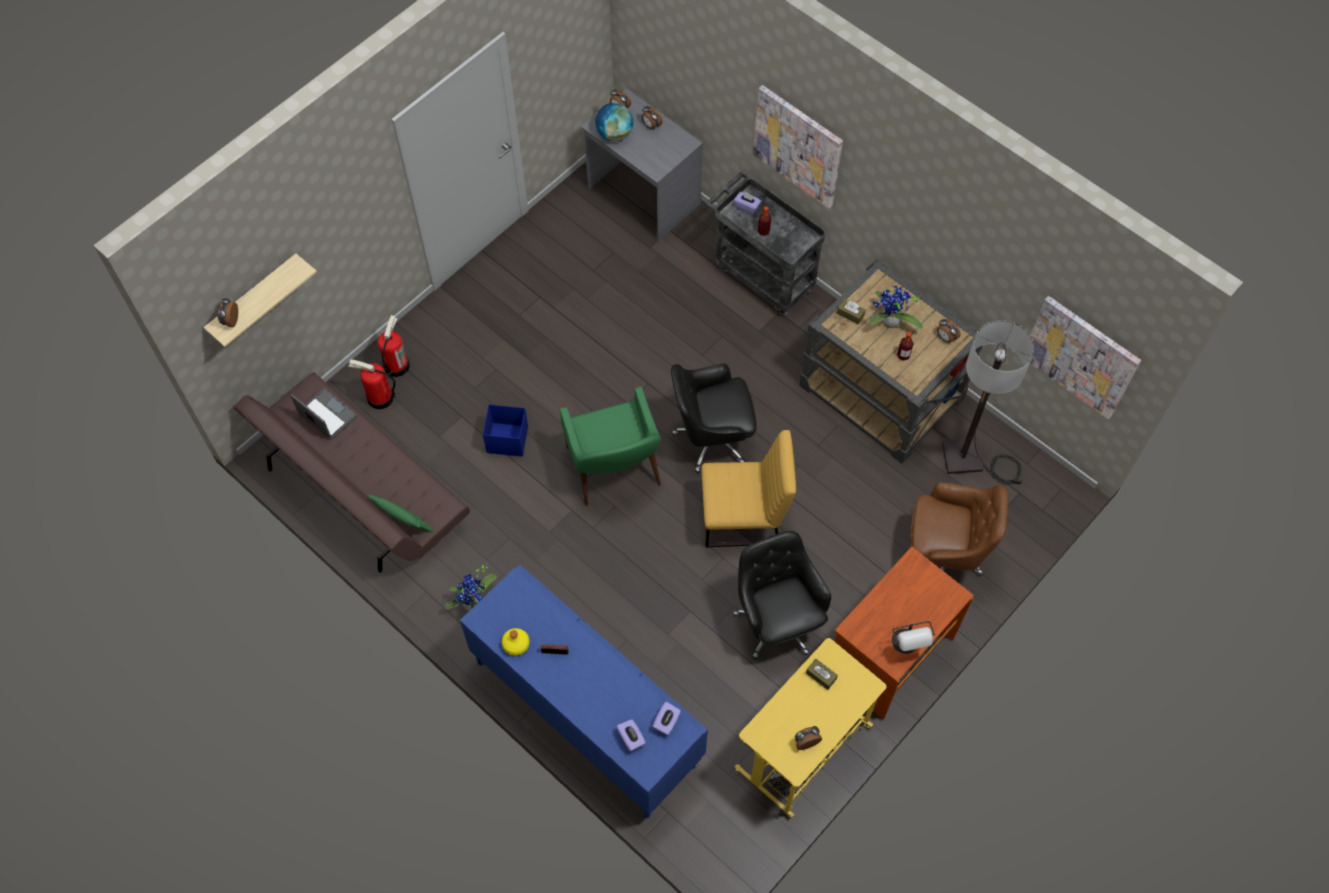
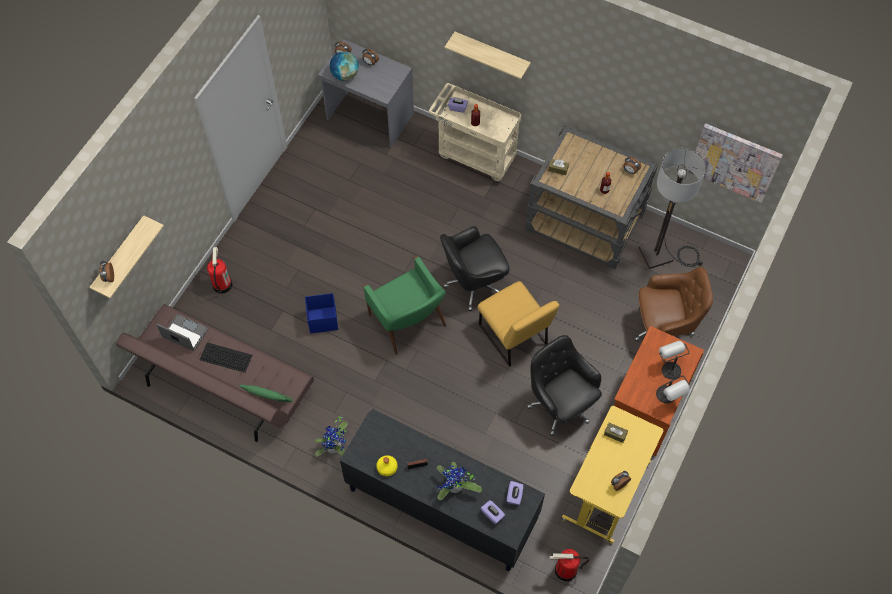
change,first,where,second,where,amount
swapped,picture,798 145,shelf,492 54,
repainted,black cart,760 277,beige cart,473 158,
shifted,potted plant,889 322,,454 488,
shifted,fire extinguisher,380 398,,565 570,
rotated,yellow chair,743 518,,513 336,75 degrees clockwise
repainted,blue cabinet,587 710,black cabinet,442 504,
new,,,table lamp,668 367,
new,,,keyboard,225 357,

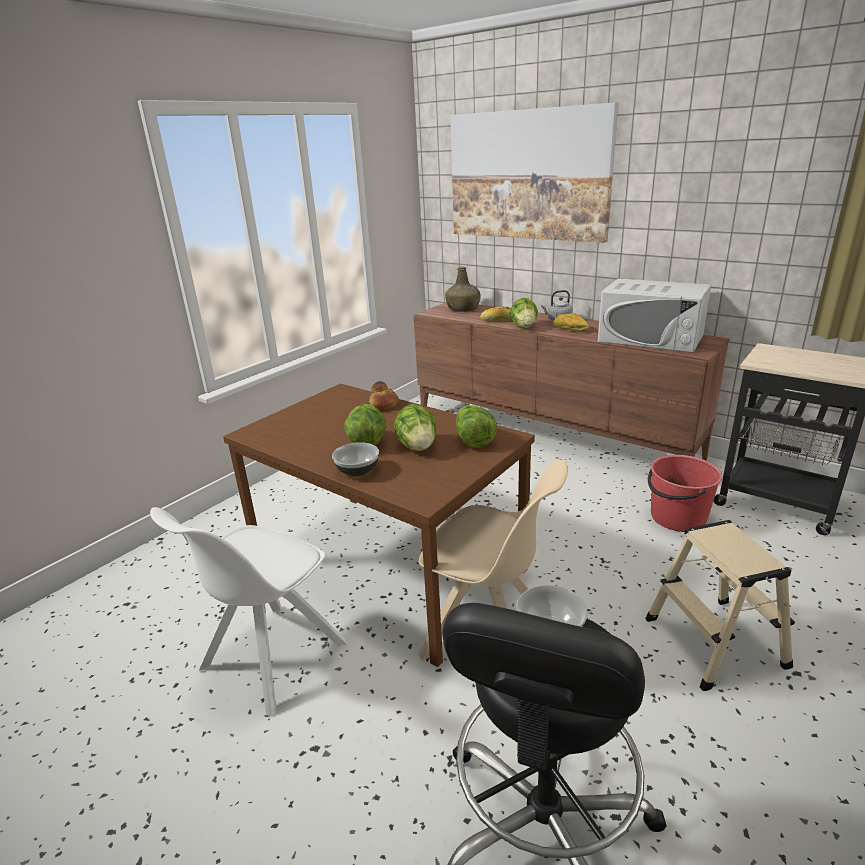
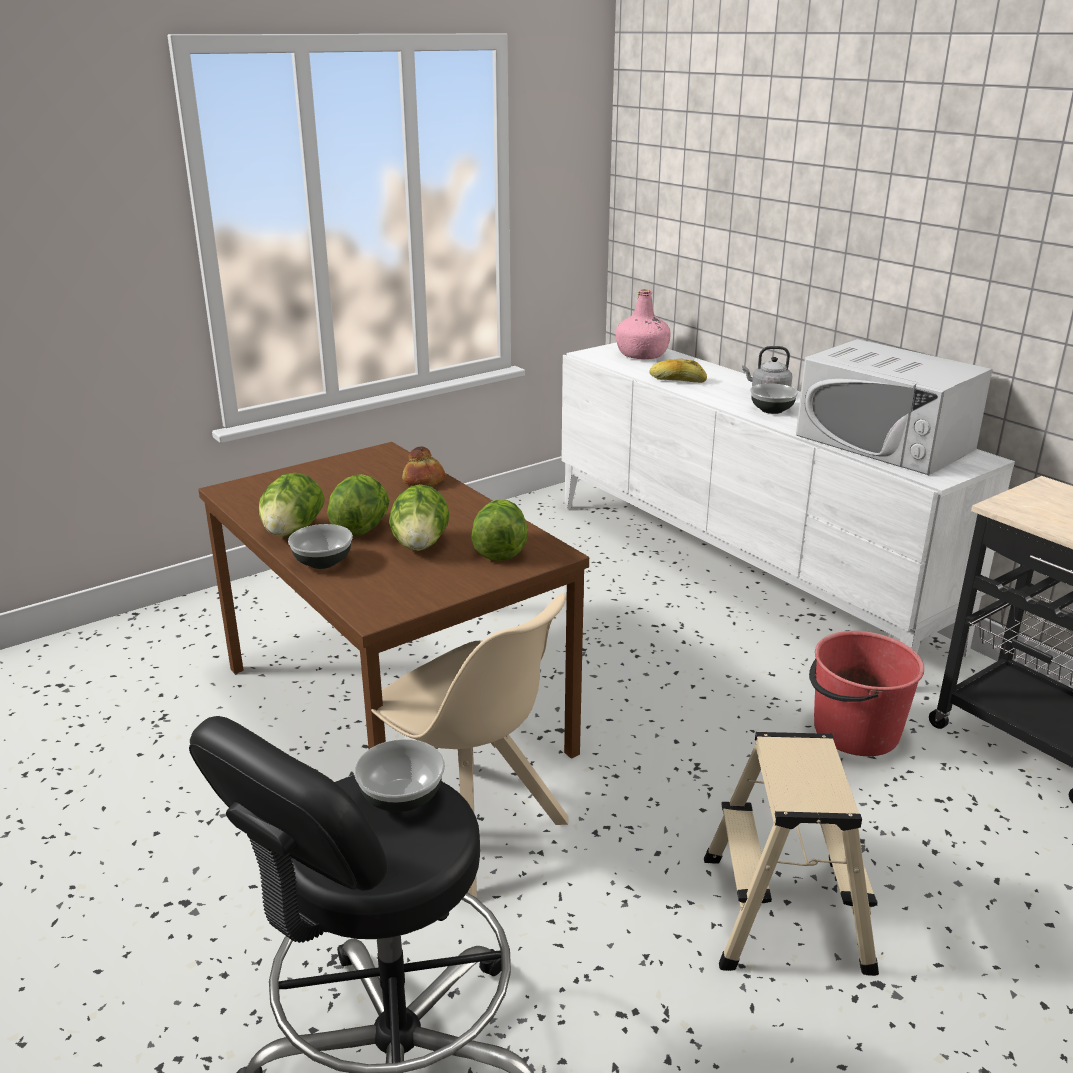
change,first,where,second,where,amount
gone,picture,528 175,,,
repainted,green bottle,463 309,pink bottle,642 355,
shifted,lettuce,524 327,,292 531,
repainted,brown cabinet,551 435,white cabinet,742 572,
swapped,bread,570 329,bowl,772 410,
gone,white chair,271 657,,,

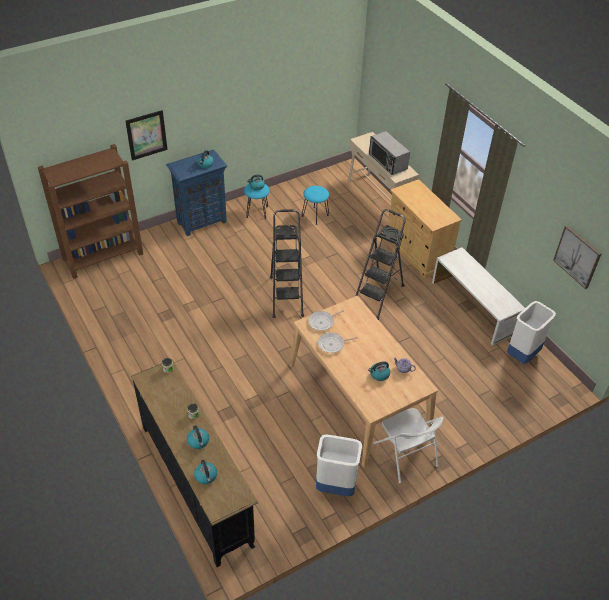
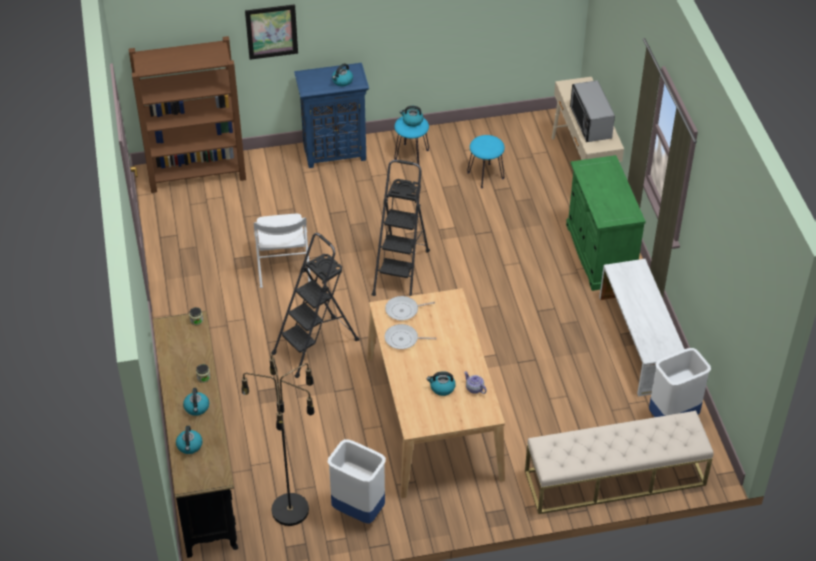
change,first,where,second,where,amount
repainted,beige cabinet,417 252,green cabinet,599 254,
shifted,step ladder,378 295,,316 345,
gone,picture,577 256,,,
shifted,white chair,405 454,,283 265,
new,,,floor lamp,291 510,
new,,,beige bench,614 478,

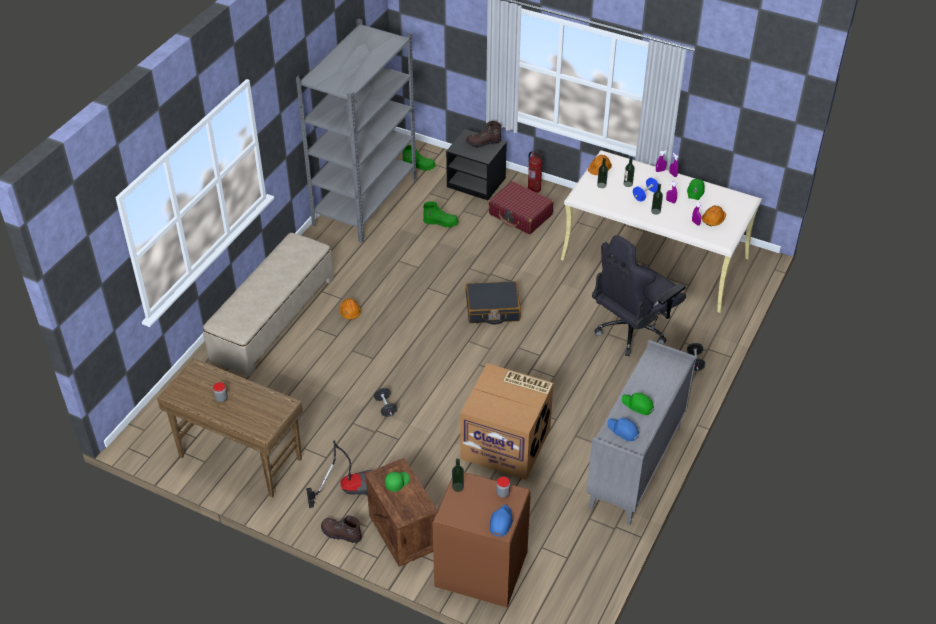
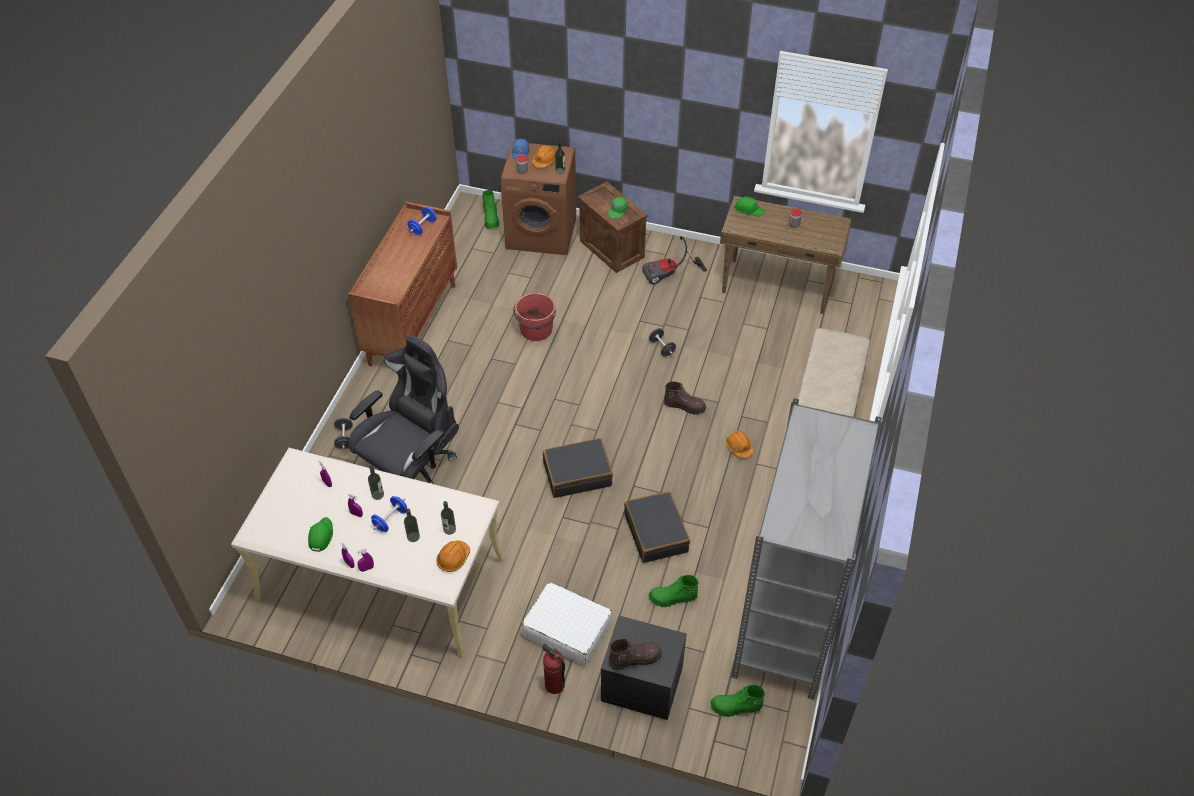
change,first,where,second,where,amount
repainted,red suitcase,520 215,white suitcase,567 629,
shifted,orange hard hat,713 219,,544 161,
repainted,grey cabinet,635 467,brown cabinet,413 324,
swapped,cardboard box,507 443,red bucket,536 330,
shifted,green cap,637 405,,749 209,
swapped,blue cap,623 431,blue dumbbell,422 227,
shifted,brown boot,341 534,,684 406,
new,,,green boot,491 219,
new,,,black suitcase,656 533,

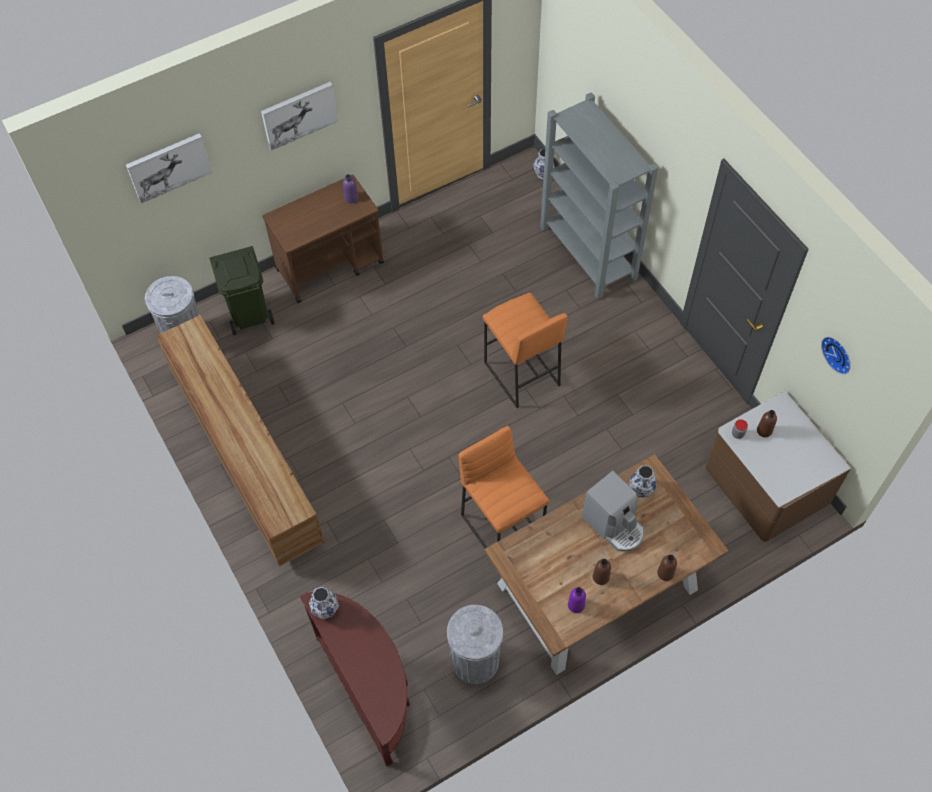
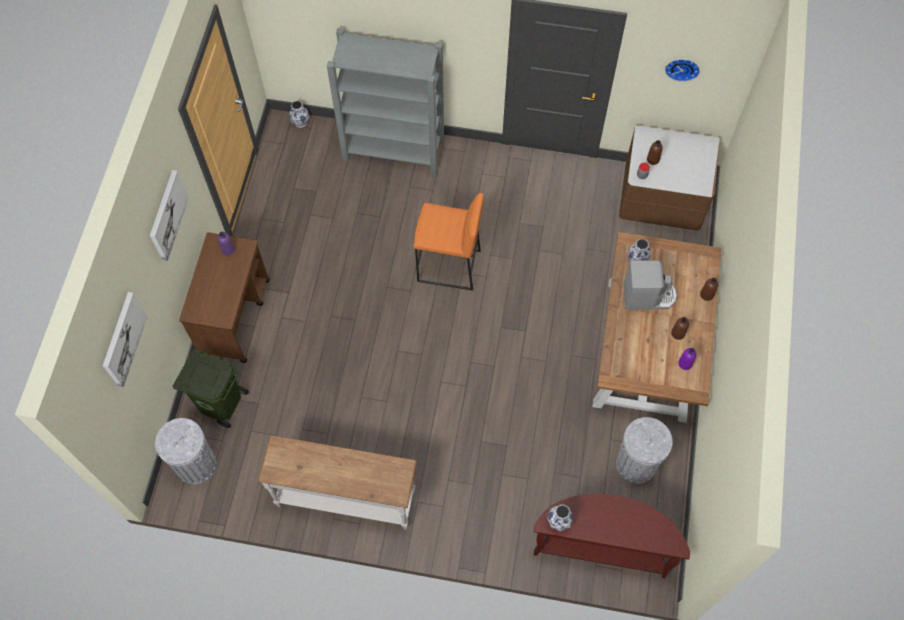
change,first,where,second,where,amount
swapped,brown cabinet,246 460,white console table,346 498,
gone,orange stool,502 526,,,

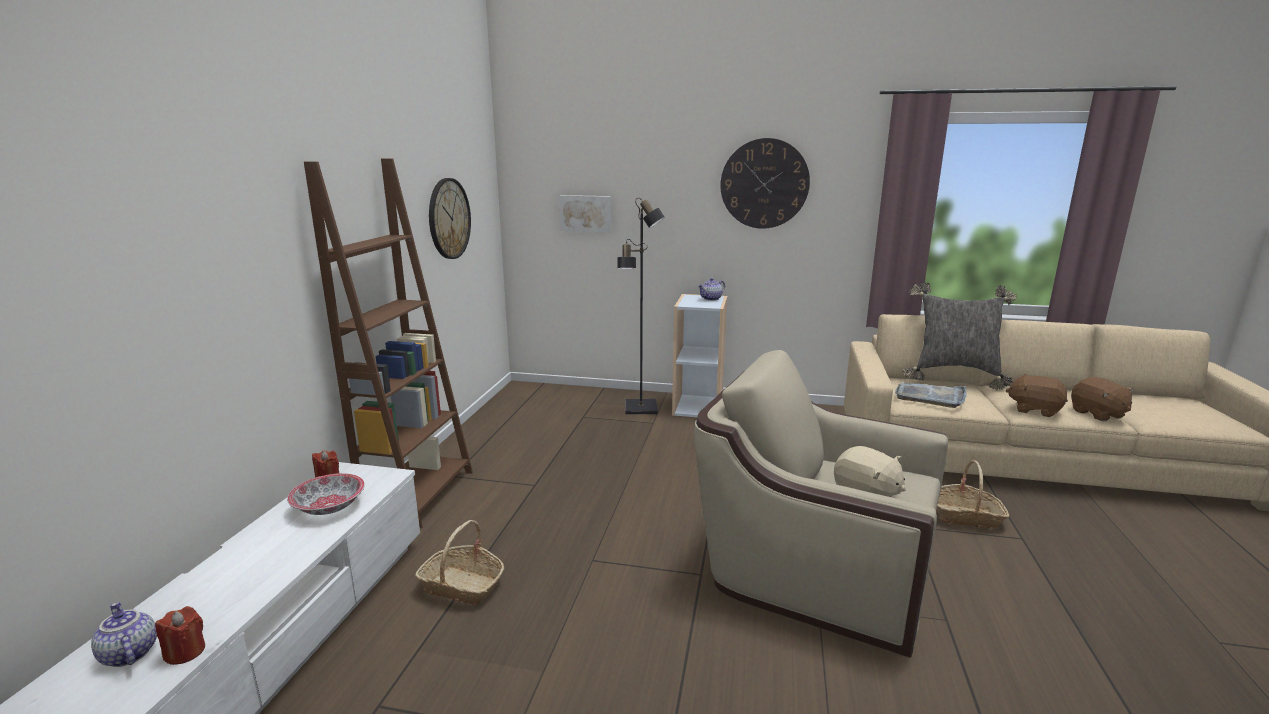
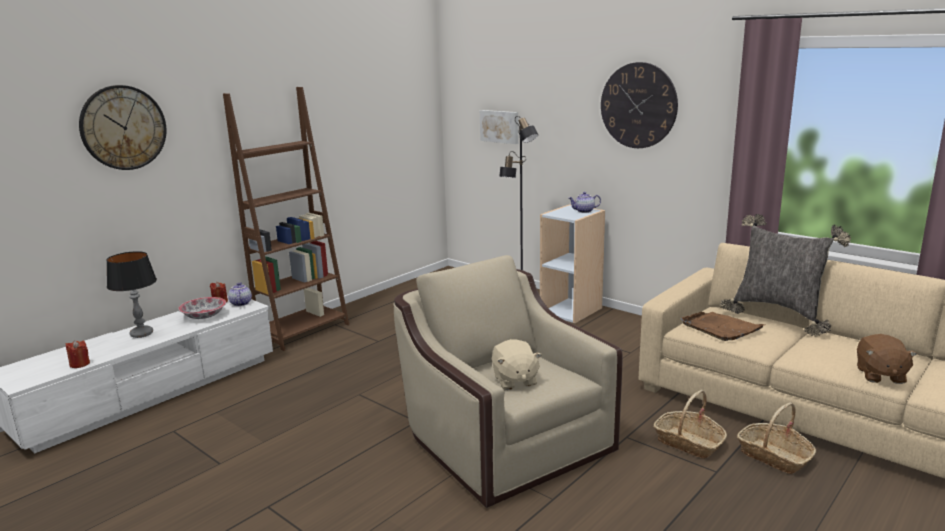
change,first,where,second,where,amount
shifted,wall clock,449 219,,123 127,
gone,brown plush toy,1034 410,,,
repainted,grey tray,930 396,brown tray,721 328,
shifted,basket,462 585,,774 456,
shifted,teapot,128 654,,240 303,
new,,,table lamp,141 334,

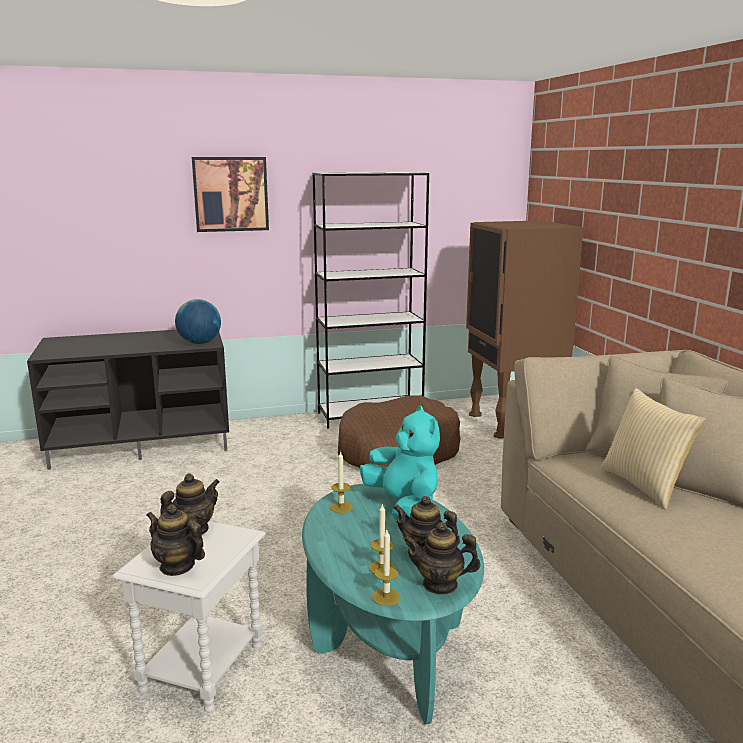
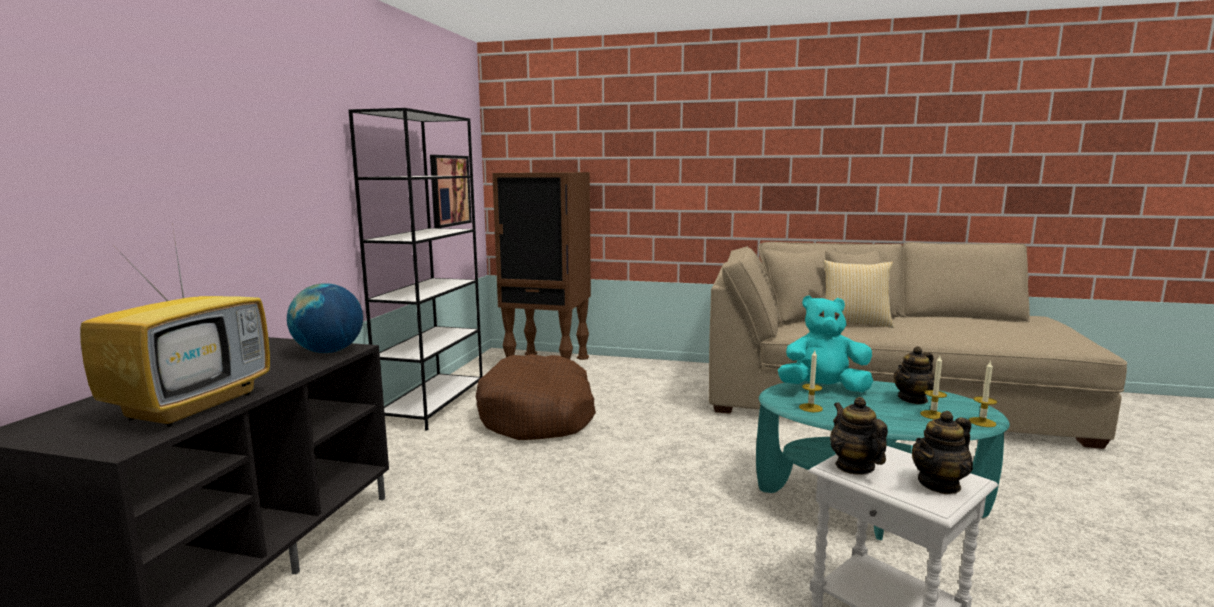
change,first,where,second,where,amount
shifted,picture,231 194,,449 190,
gone,teapot,440 584,,,
new,,,television,193 405,

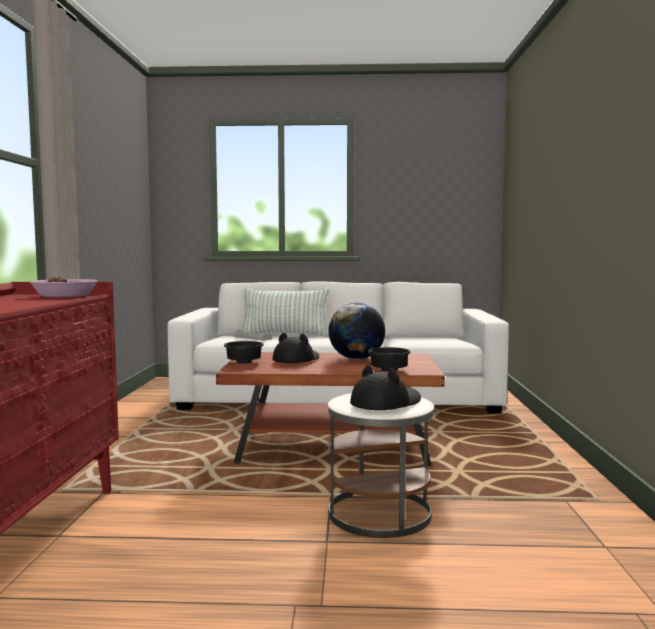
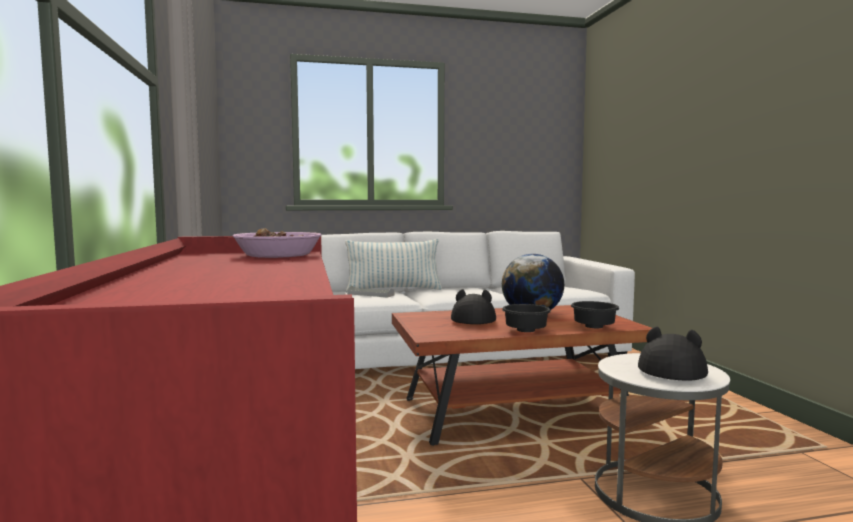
change,first,where,second,where,amount
shifted,black bowl,242 363,,524 331,

